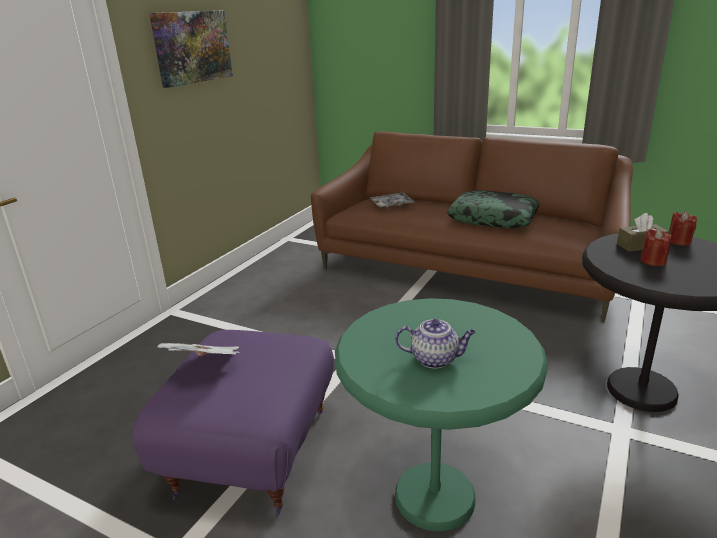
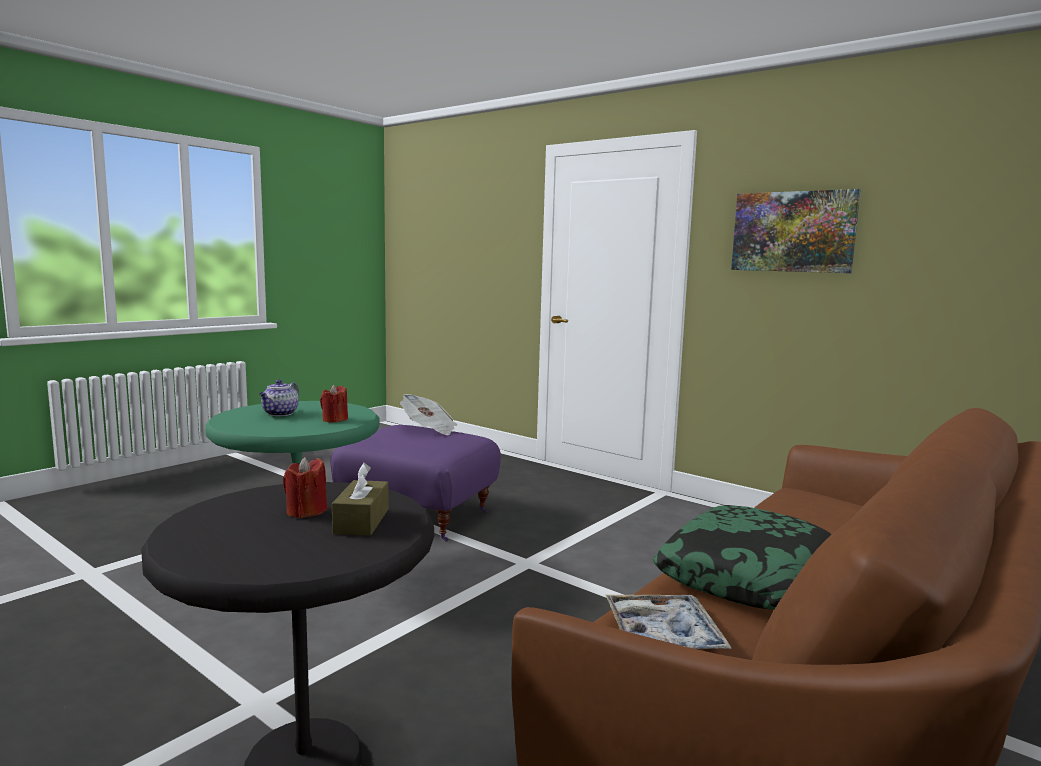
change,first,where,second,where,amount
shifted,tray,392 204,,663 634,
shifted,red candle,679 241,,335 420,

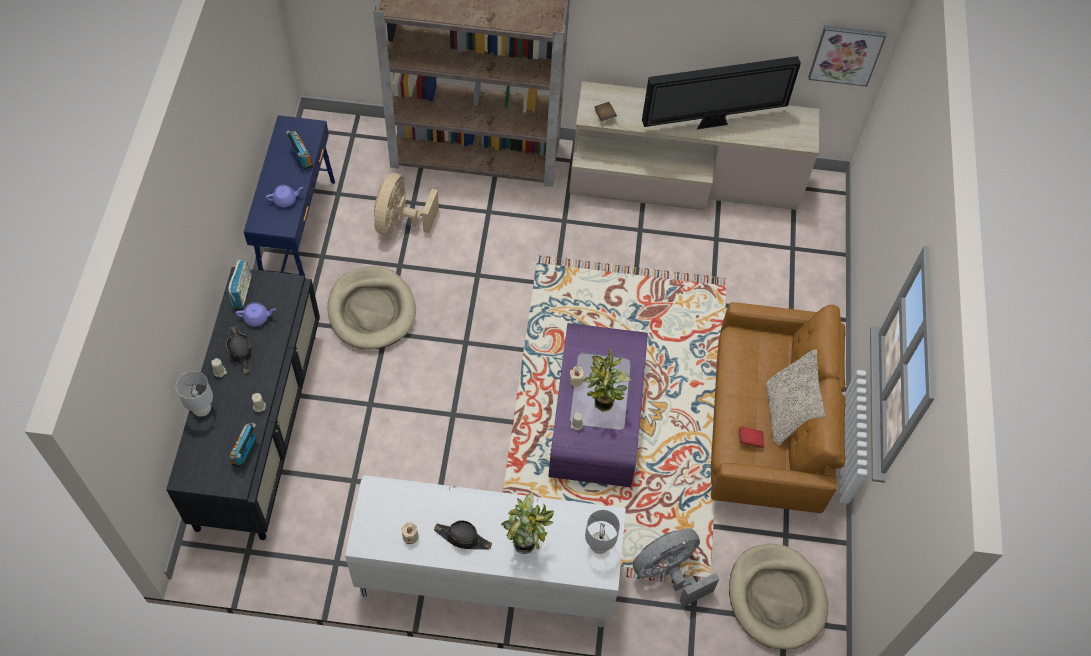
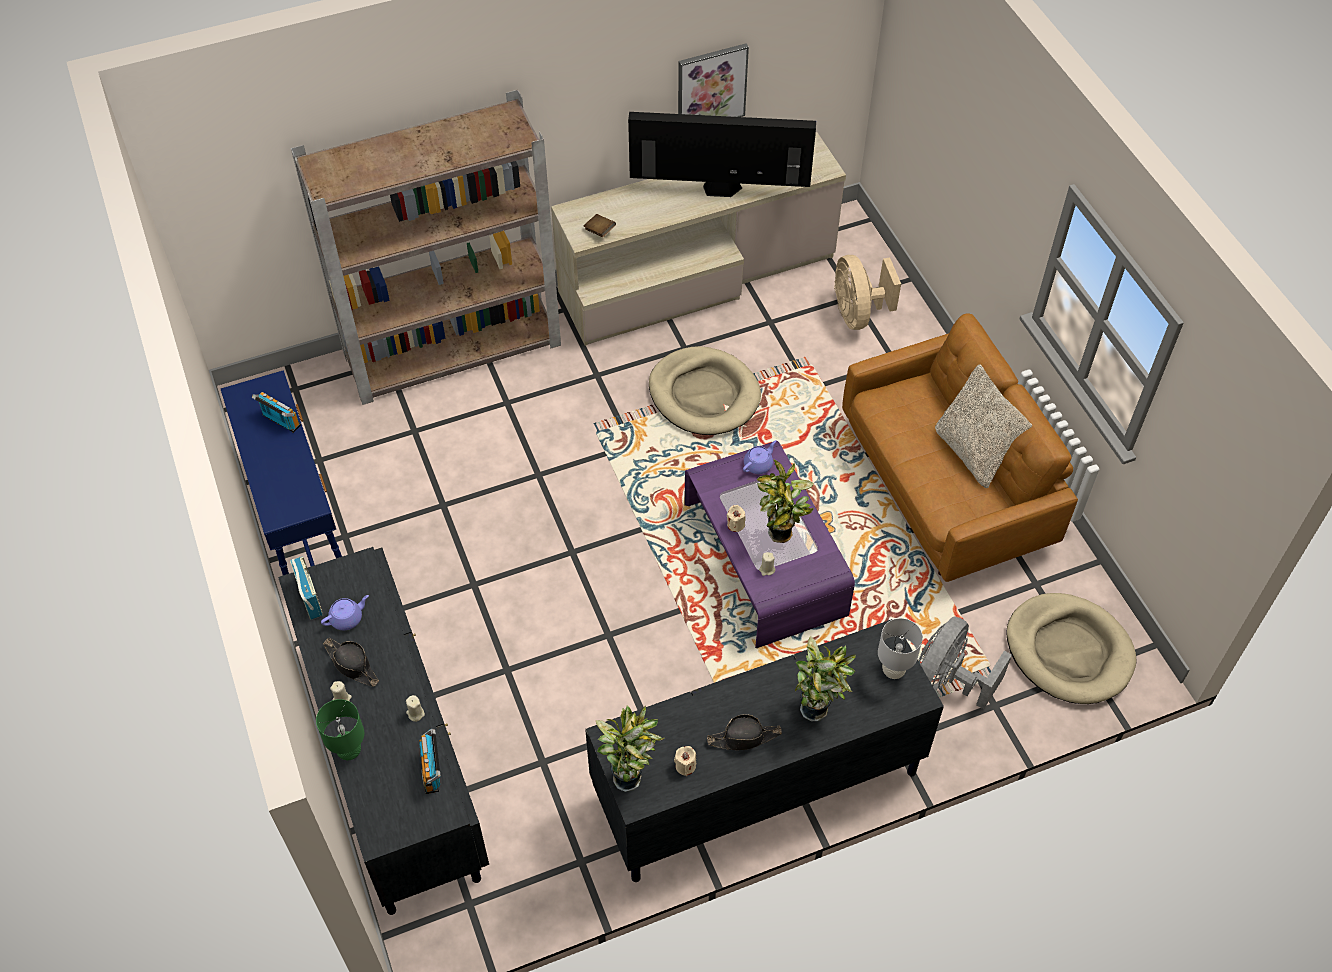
change,first,where,second,where,amount
shifted,picture,846 54,,711 87,
rotated,television,713 123,,719 190,135 degrees counterclockwise
shifted,beige fan,400 222,,857 314,
shifted,purple teapot,285 200,,758 464,
shifted,beige dog bed,372 310,,704 394,
repainted,grey table lamp,202 409,green table lamp,348 751,
gone,red book,750 440,,,
repainted,white cabinet,487 572,black cabinet,756 783,
new,,,potted plant,629 775,

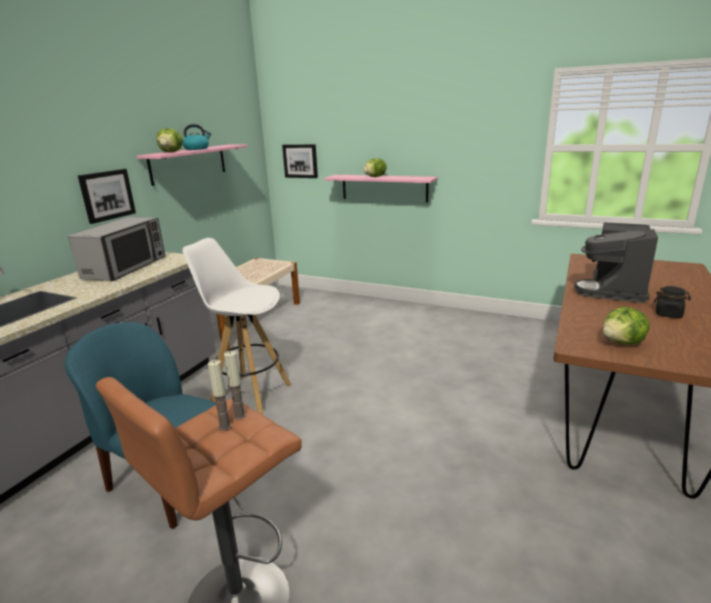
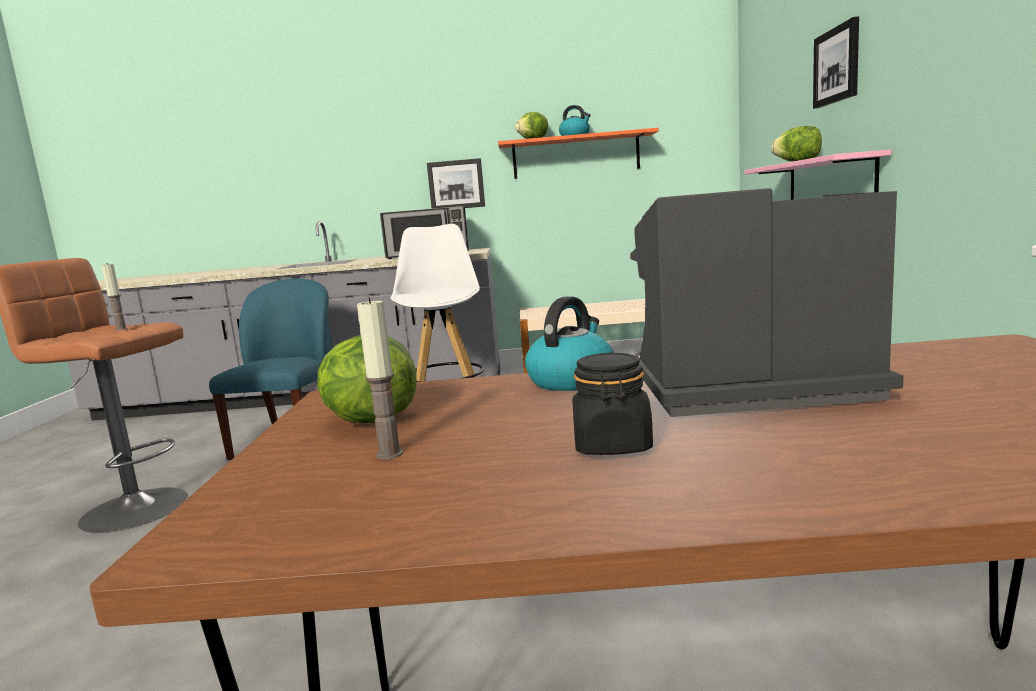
change,first,where,second,where,amount
repainted,pink shelf,189 164,orange shelf,576 156,
shifted,picture,300 161,,837 65,
shifted,candle,239 416,,389 454,
new,,,kettle,571 380,

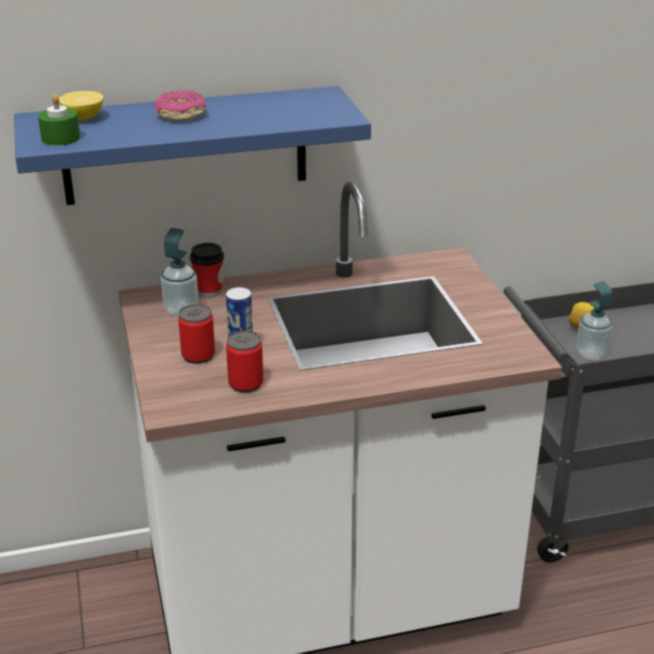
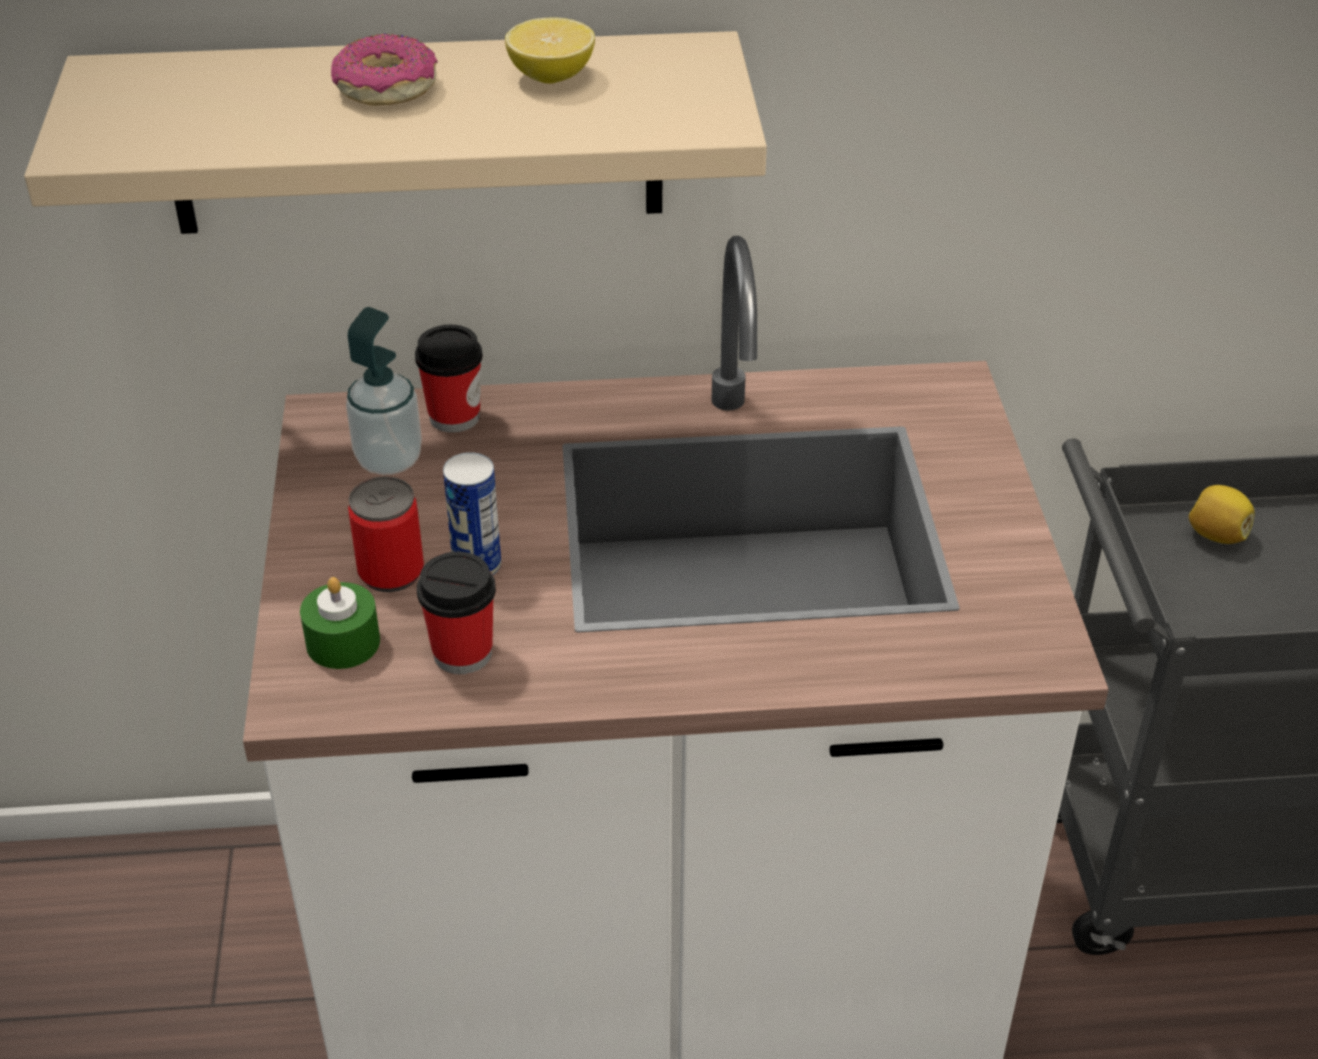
change,first,where,second,where,amount
repainted,blue shelf,185 146,beige shelf,415 134,
shifted,lemon,83 118,,551 76,
shifted,green candle,60 138,,343 642,
gone,soap dispenser,591 354,,,
swapped,can,246 384,cup,462 653,

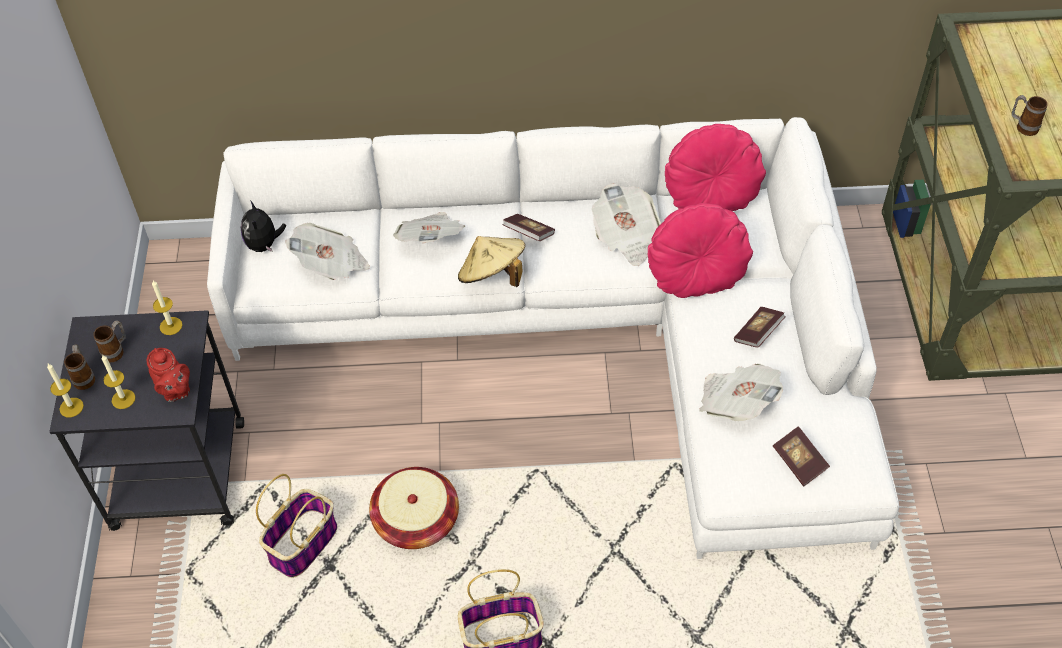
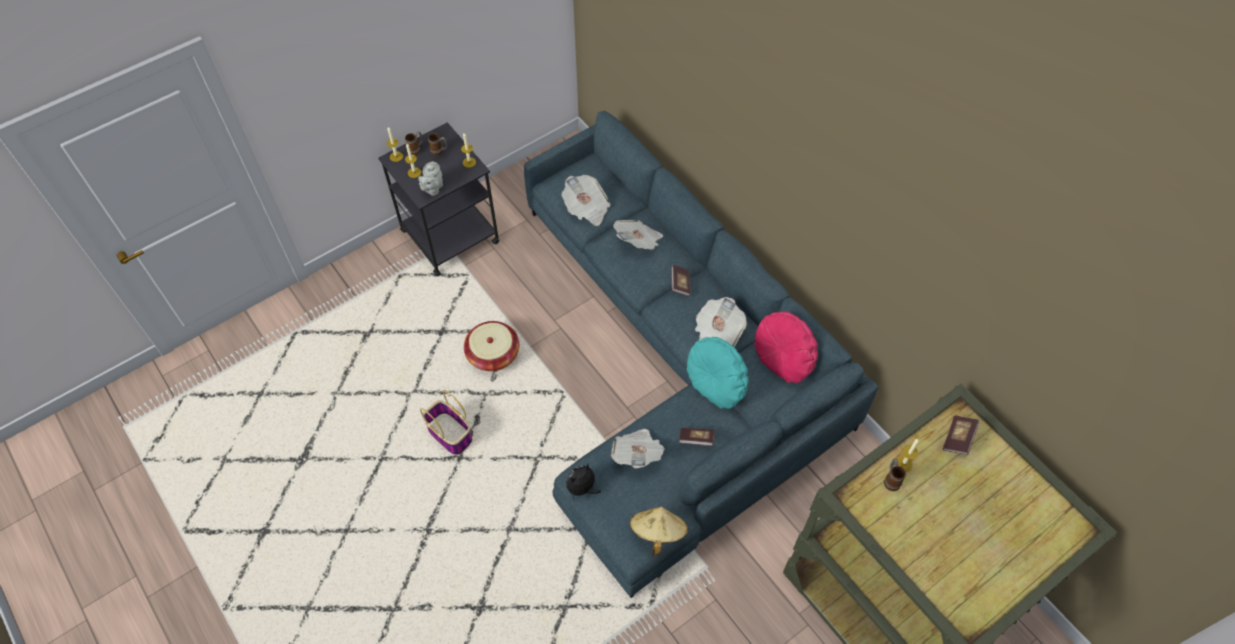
change,first,where,second,where,amount
repainted,white sofa,592 332,blue sofa,677 366,
shifted,plush toy,264 244,,582 488,
repainted,pink pillow,696 281,turquoise pillow,714 388,
shifted,beige hat,492 276,,657 533,
repainted,red teapot,175 391,grey teapot,432 189,
shifted,book,799 462,,958 439,
gone,basket,303 543,,,
new,,,candle,903 463,

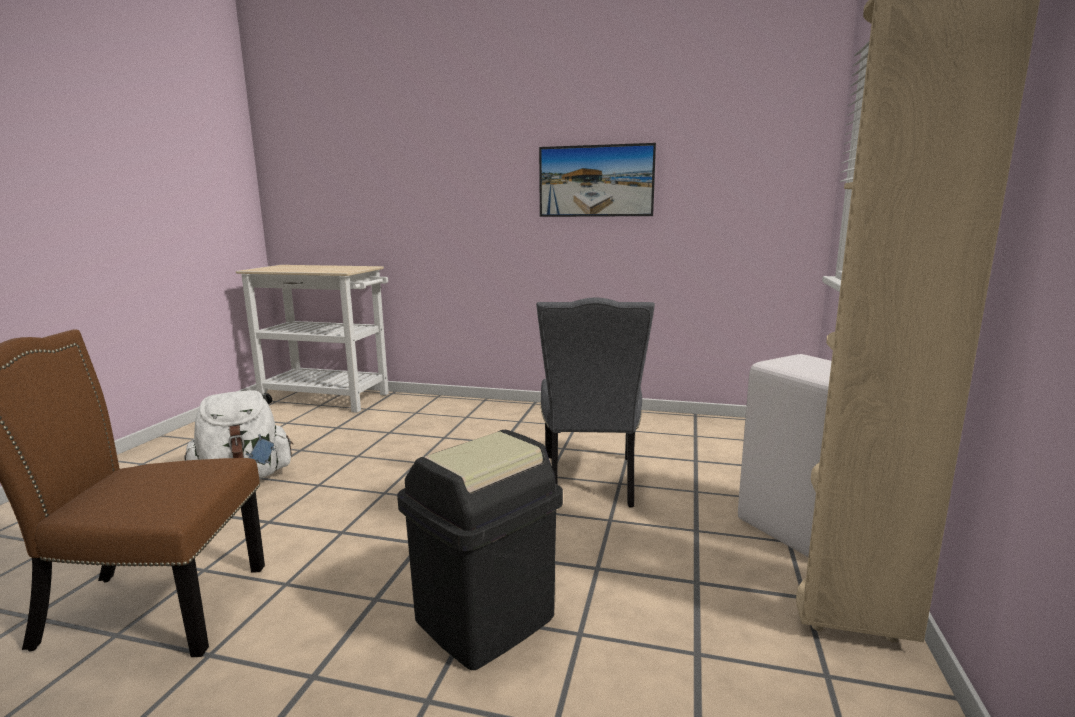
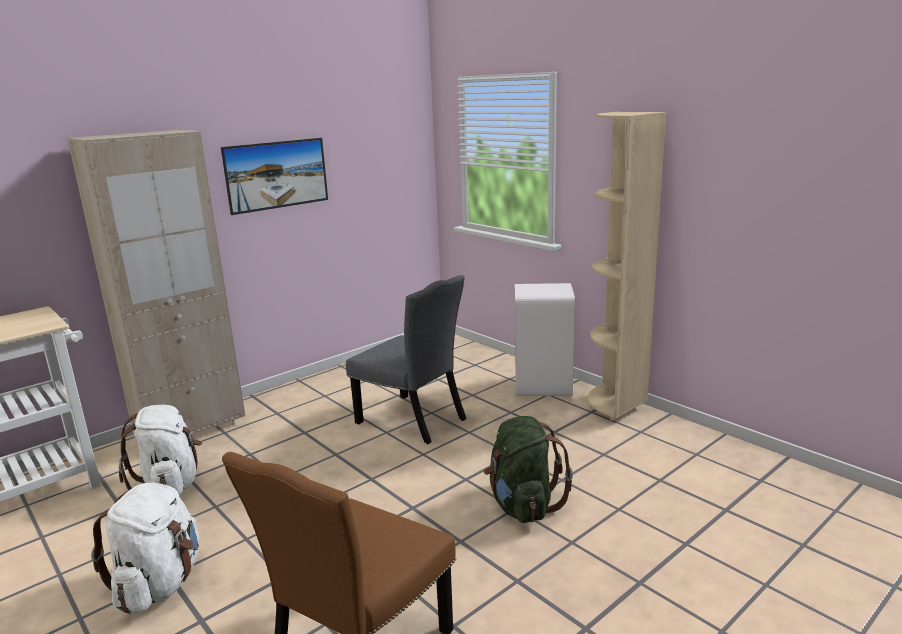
change,first,where,second,where,amount
swapped,black trash can,485 620,green backpack,523 505,
new,,,beige cabinet,191 429,
new,,,white backpack,170 485,

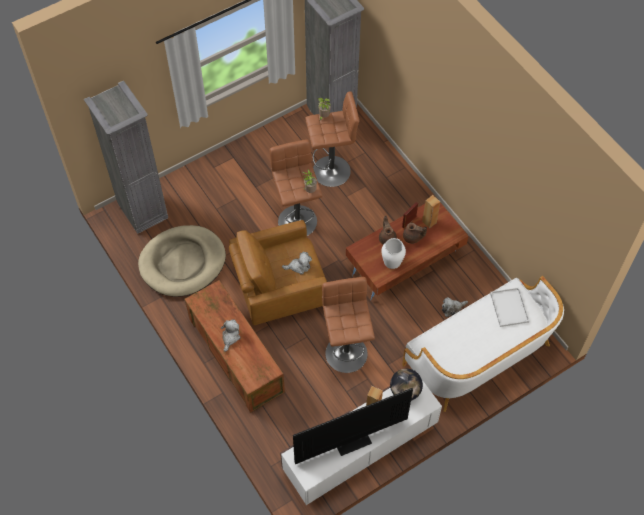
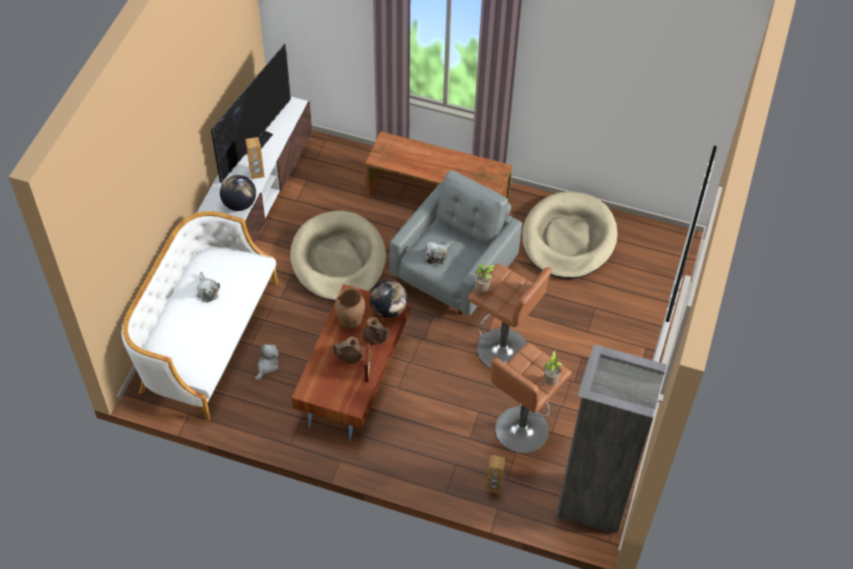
change,first,where,second,where,amount
gone,grey cabinet,143 210,,,
shifted,brown speaker,429 222,,494 486,
repainted,brown armchair,279 289,grey armchair,454 273,
repainted,white vase,392 261,brown vase,350 319,
swapped,brown stool,346 353,beige dog bed,338 260,
gone,white tray,508 307,,,
shifted,plush toy,230 337,,207 291,
new,,,globe,388 309,

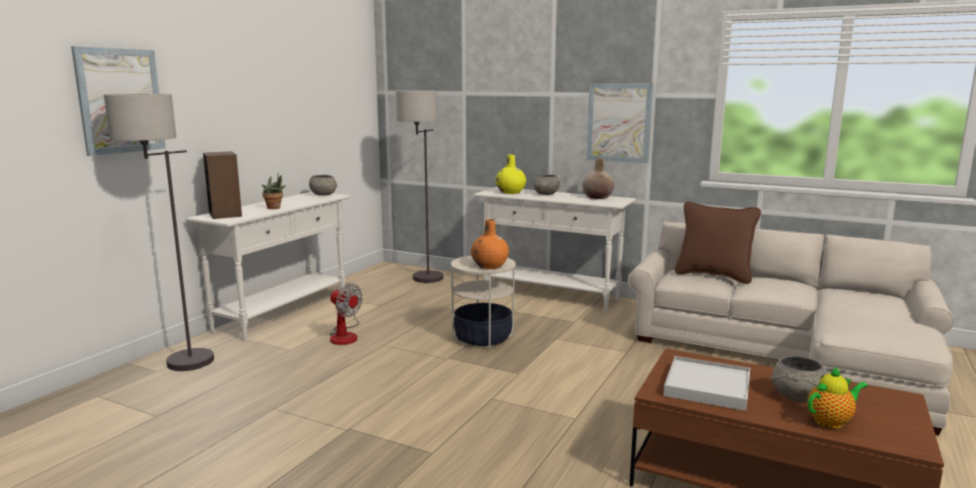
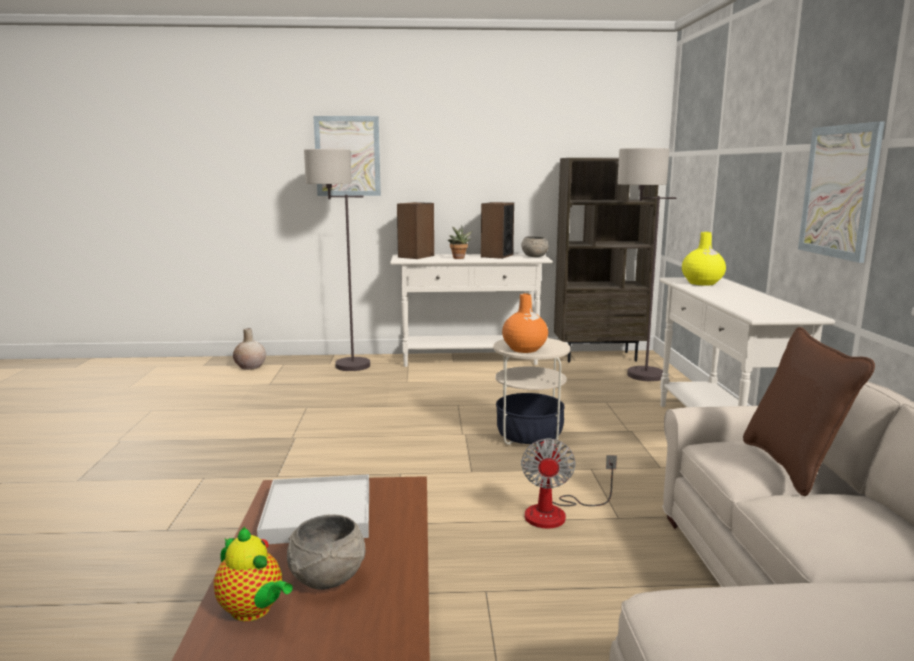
change,first,where,second,where,amount
shifted,beige vase,597 197,,250 367,
gone,grey bowl,546 194,,,
shifted,fan,345 335,,557 513,
new,,,brown bookcase,598 356,
new,,,speaker,496 256,

